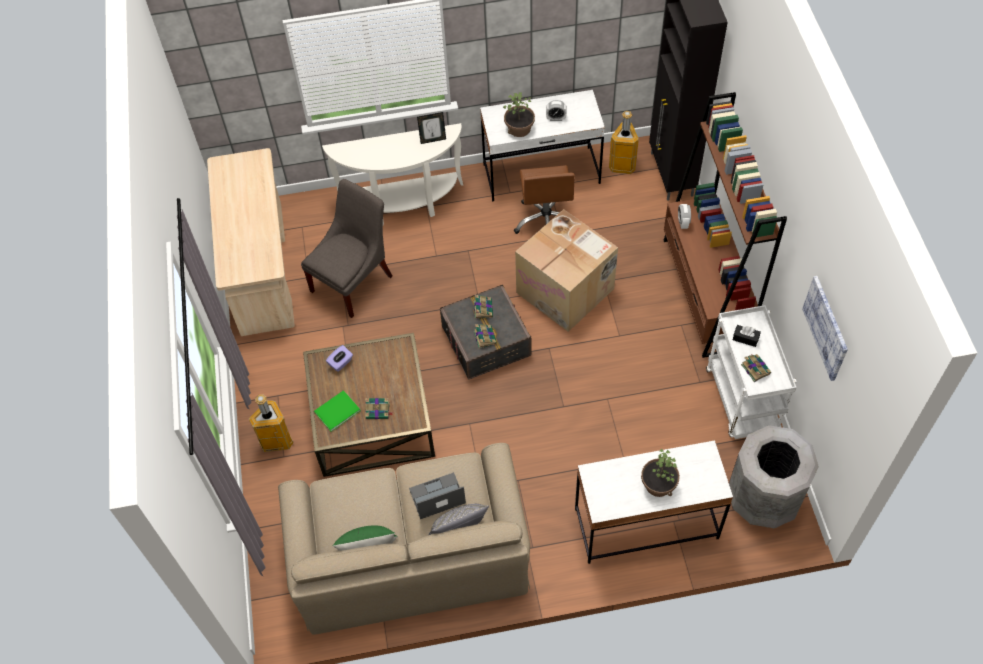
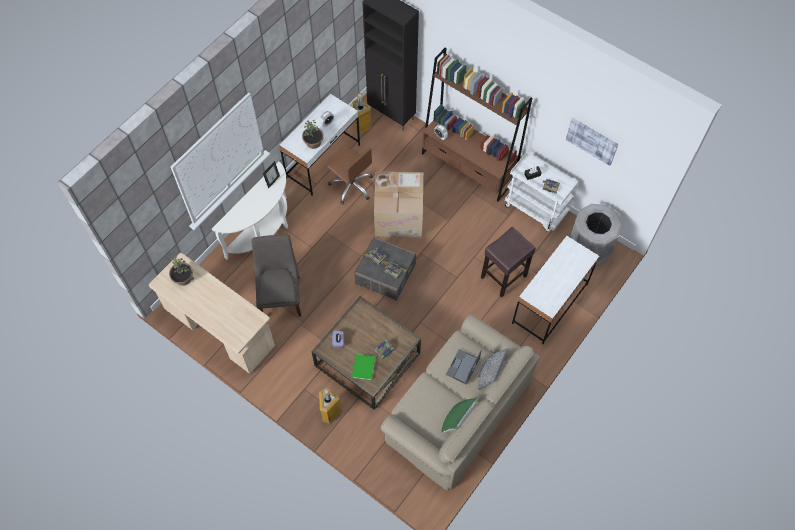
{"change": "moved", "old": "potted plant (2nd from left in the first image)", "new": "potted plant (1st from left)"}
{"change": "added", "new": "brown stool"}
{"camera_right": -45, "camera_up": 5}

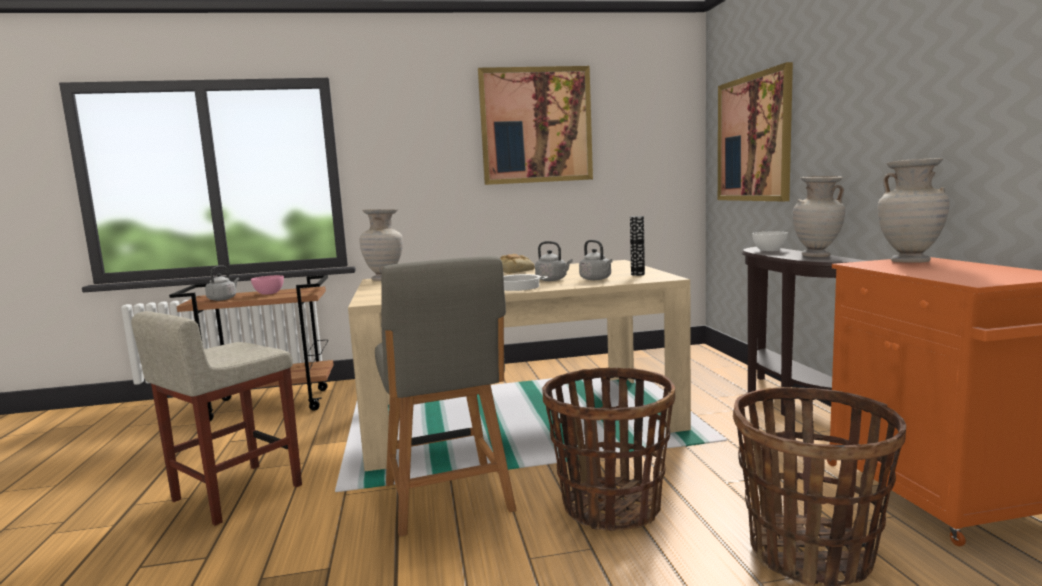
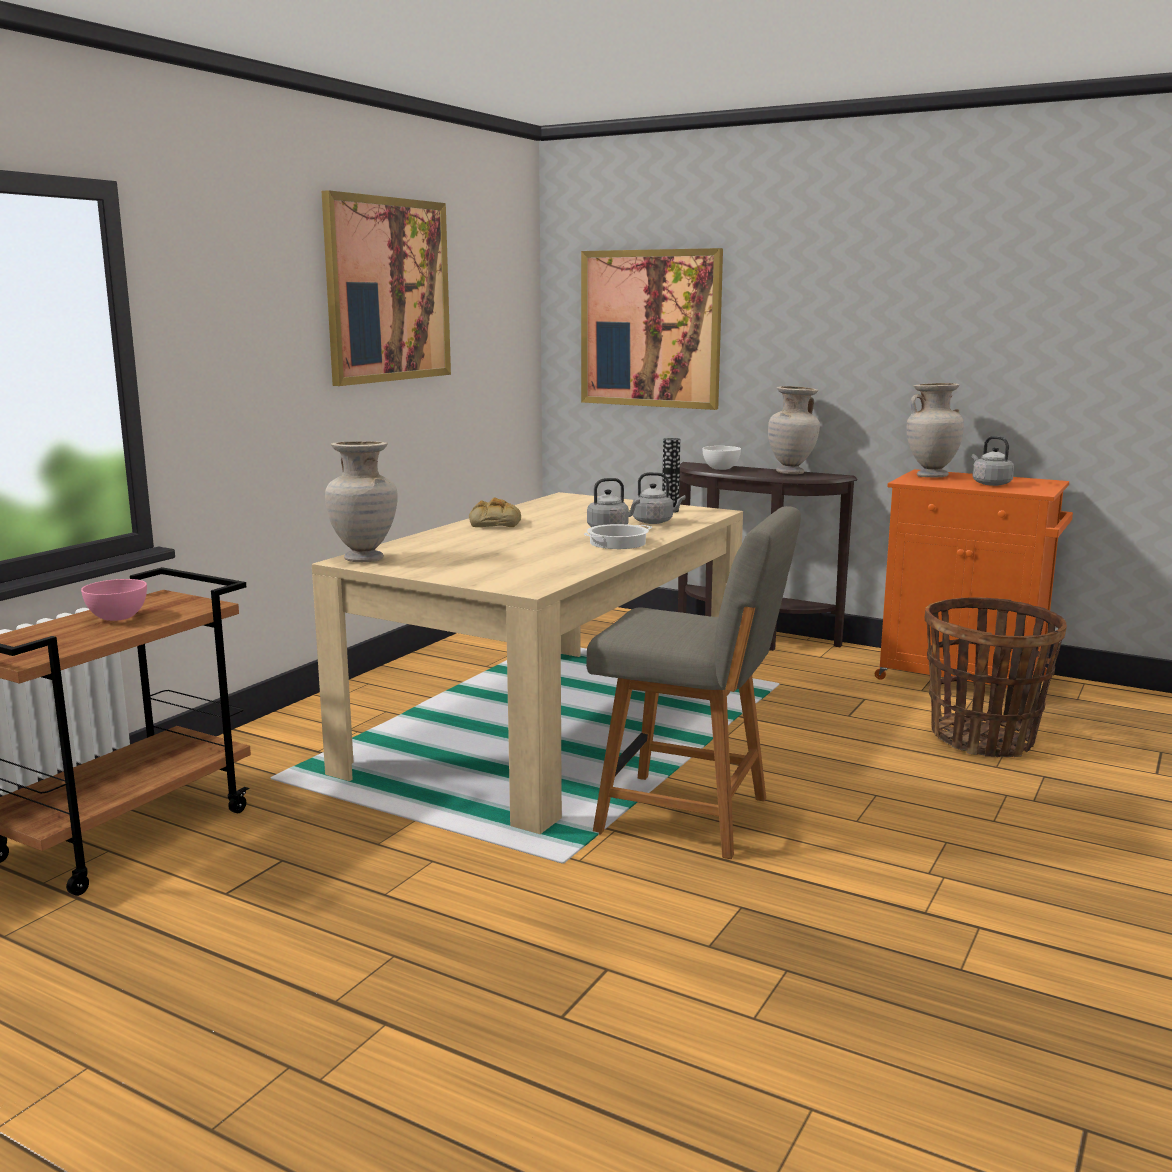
{"change": "moved", "old": "grey kettle (1st from left in the first image)", "new": "grey kettle (3rd from left)"}
{"change": "removed", "old": "beige stool"}
{"change": "removed", "old": "basket (1st from left)"}
{"camera_right": -50, "camera_up": 5}

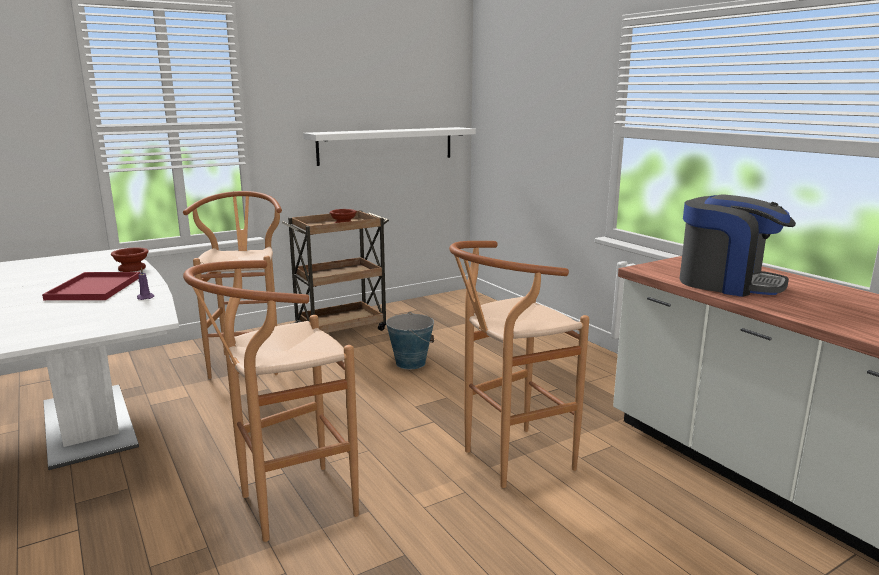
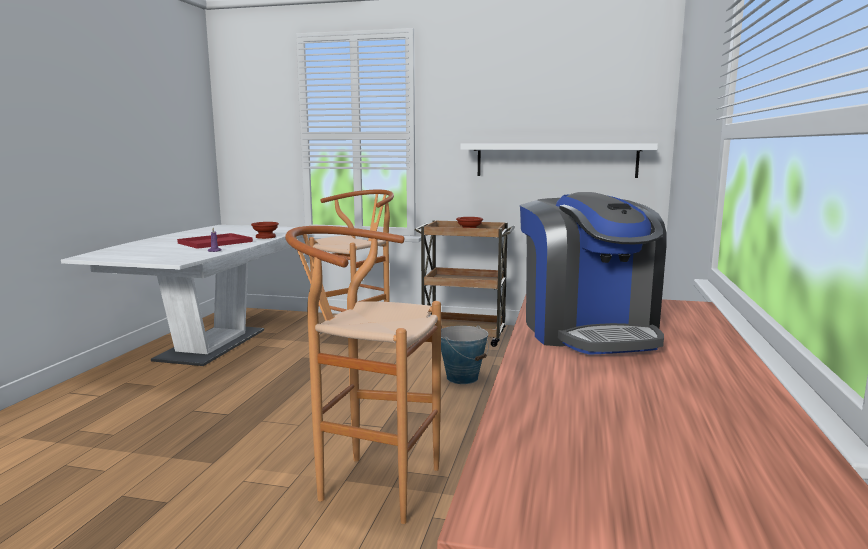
{"change": "removed", "old": "brown stool (2nd from left)"}
{"camera_right": 45, "camera_up": -5}

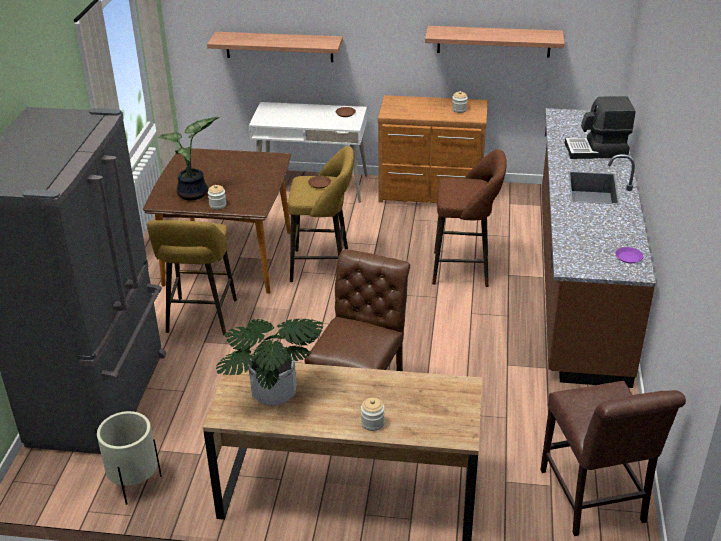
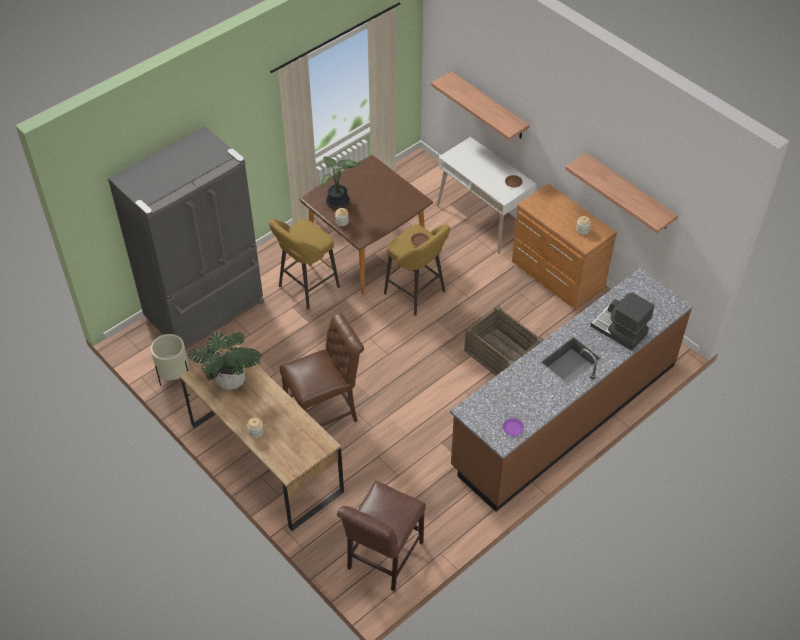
{"change": "replaced", "old": "brown stool", "new": "crate"}
{"camera_right": 40, "camera_up": 15}

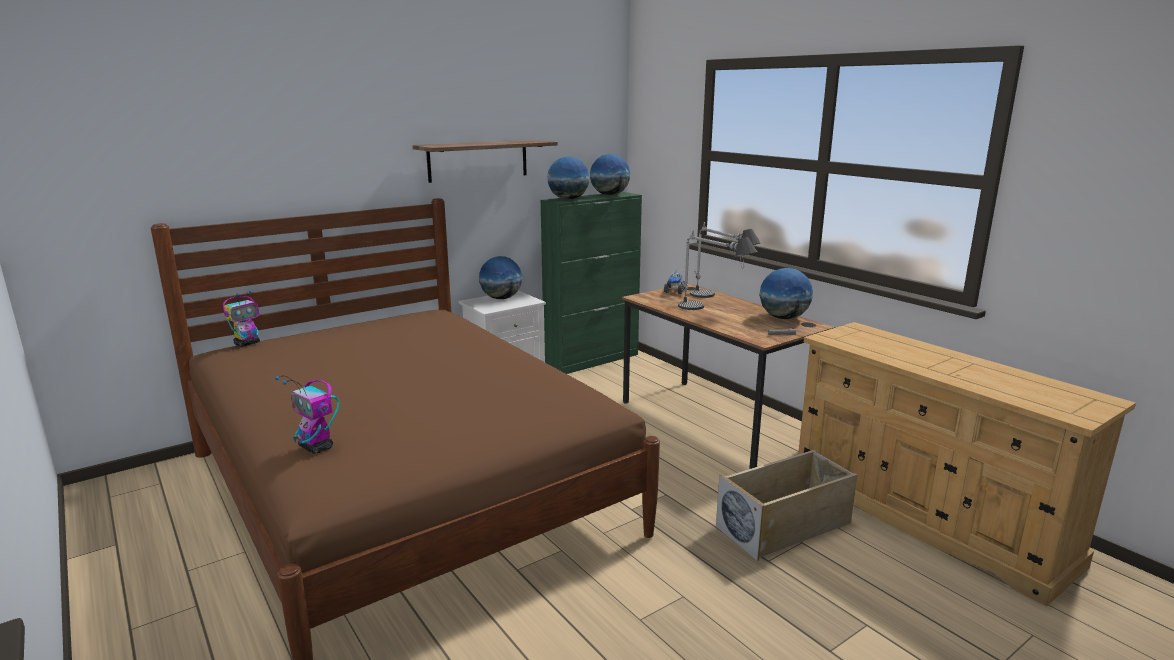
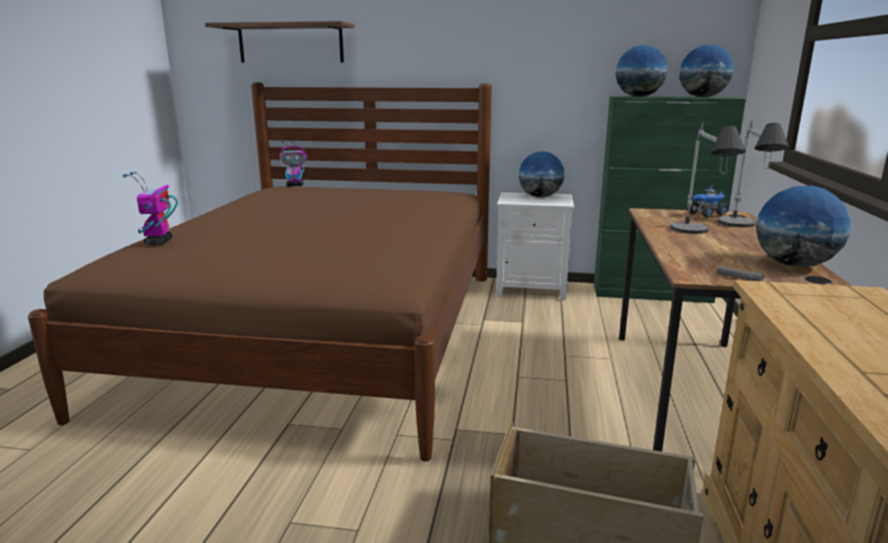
{"change": "moved", "old": "shelf"}
{"camera_right": 45, "camera_up": 0}

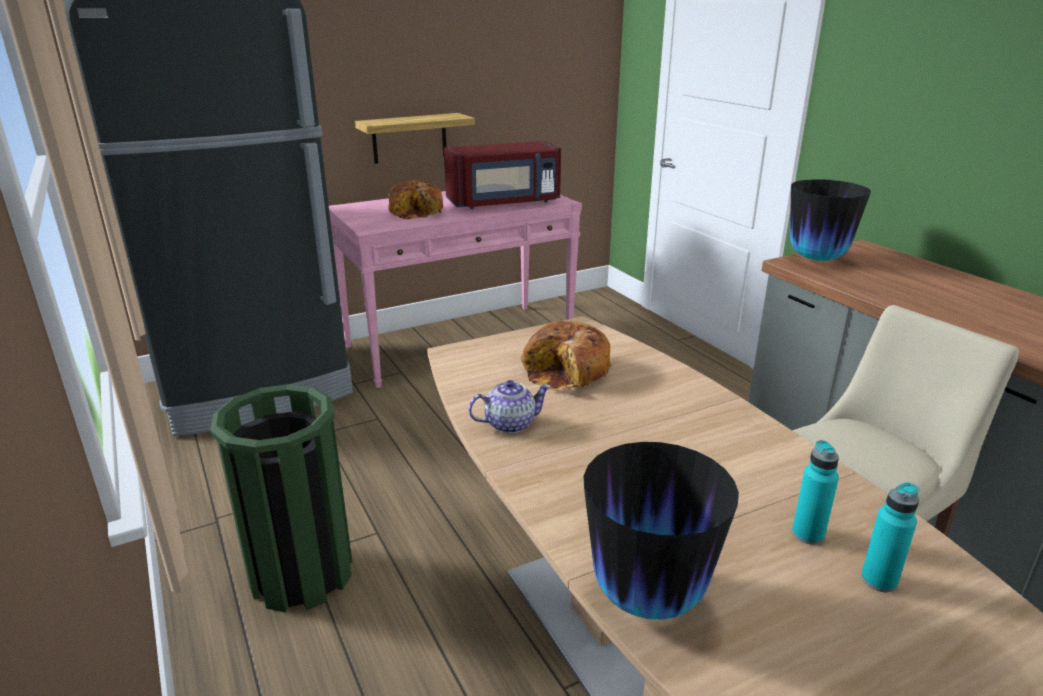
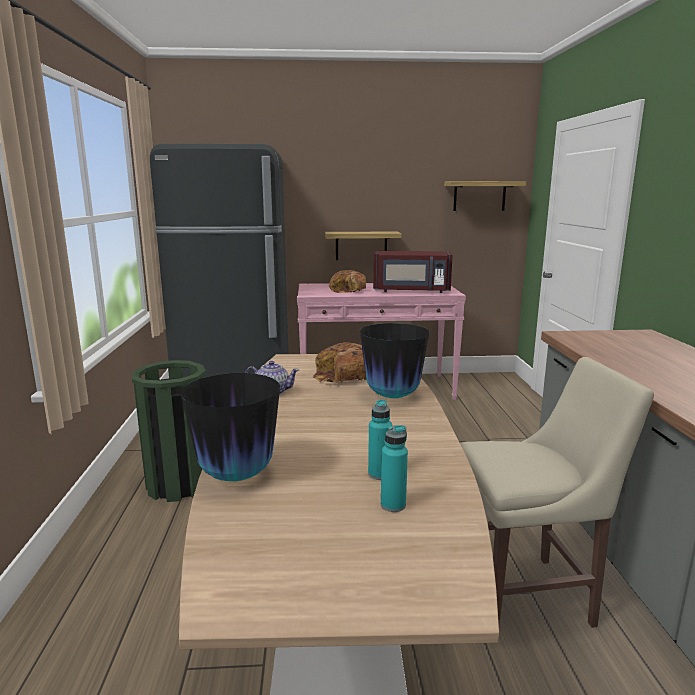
{"change": "moved", "old": "vase (2nd from left)"}
{"change": "added", "new": "shelf (2nd from left)"}
{"camera_right": 25, "camera_up": -10}

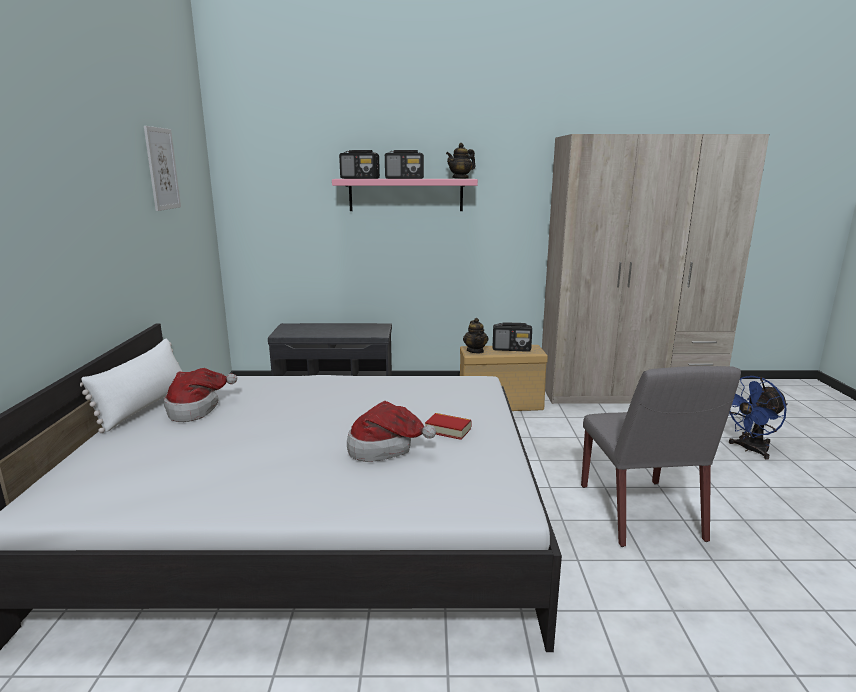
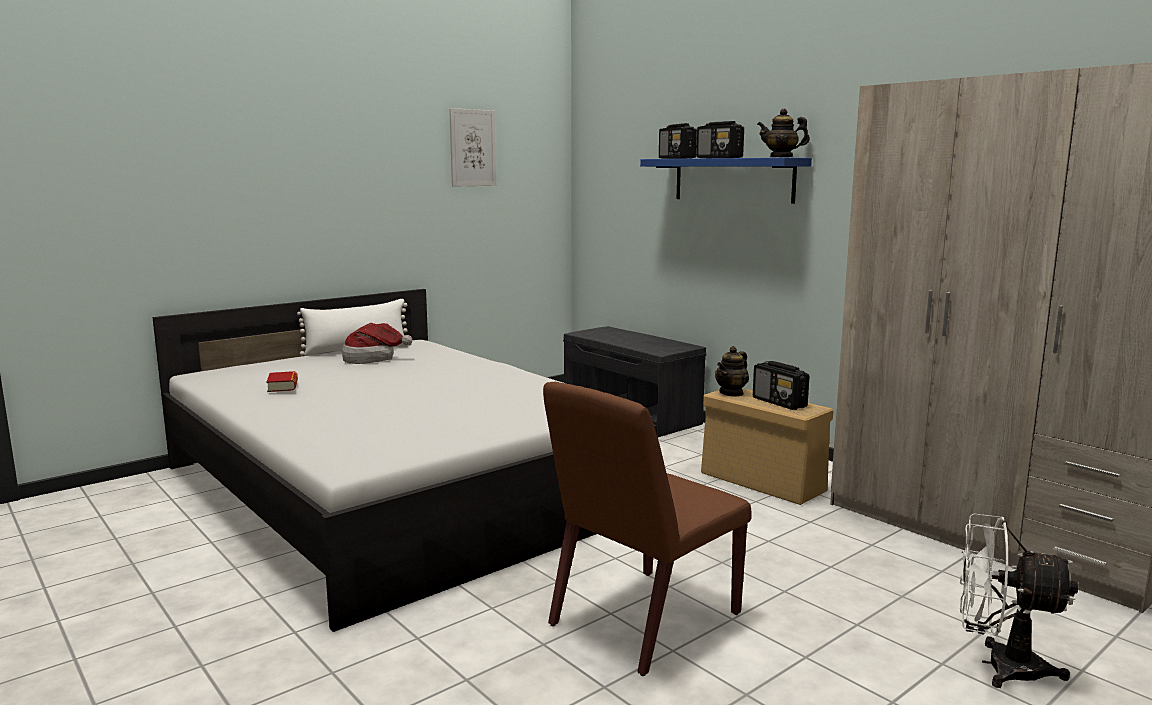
{"change": "moved", "old": "book"}
{"change": "recoloured", "old": "grey chair", "new": "brown chair"}
{"change": "recoloured", "old": "pink shelf", "new": "blue shelf"}
{"change": "recoloured", "old": "blue fan", "new": "white fan"}
{"change": "removed", "old": "hat (2nd from left)"}
{"camera_right": 50, "camera_up": -5}

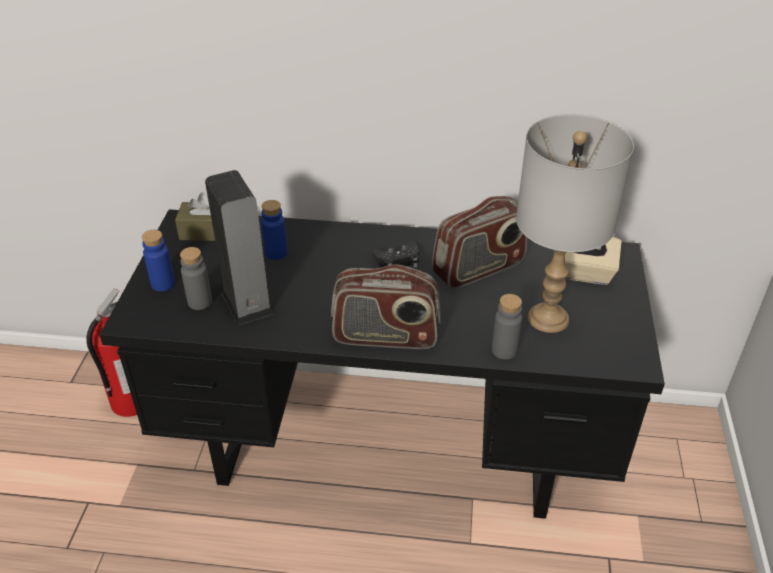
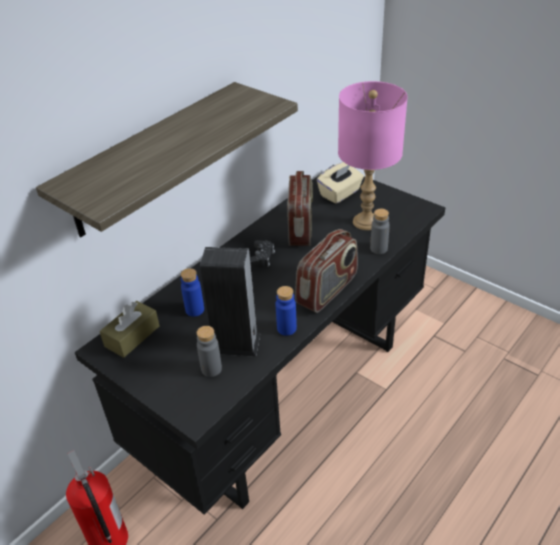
{"change": "added", "new": "shelf"}
{"change": "moved", "old": "blue bottle (1st from left in the first image)", "new": "blue bottle (2nd from left)"}
{"change": "recoloured", "old": "grey table lamp", "new": "pink table lamp"}
{"camera_right": -55, "camera_up": 0}

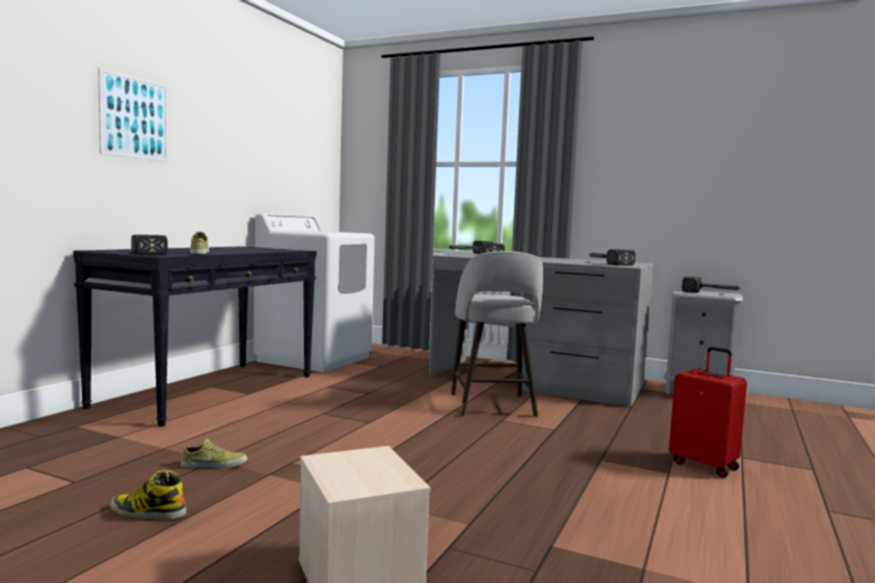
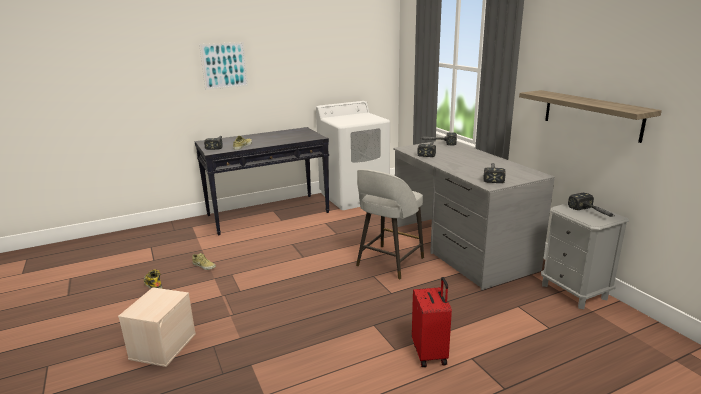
{"change": "added", "new": "shelf"}
{"camera_right": 40, "camera_up": 15}

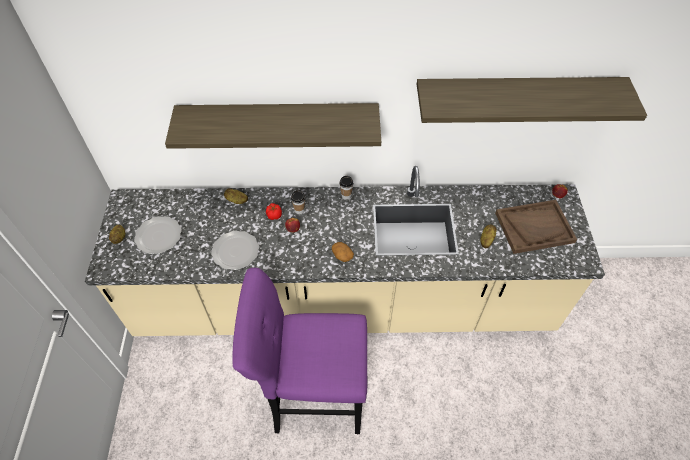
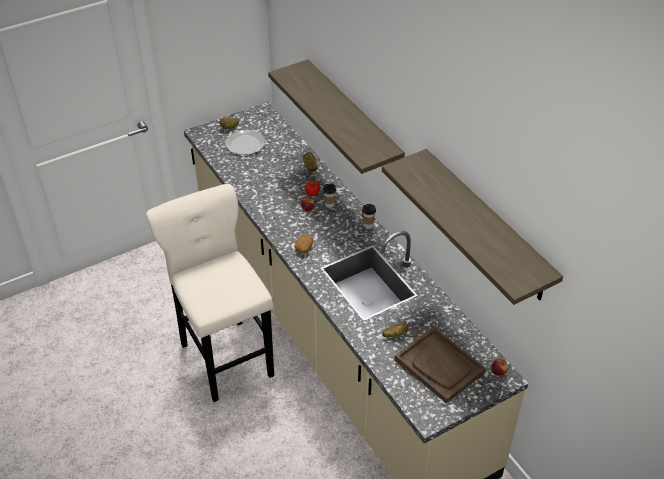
{"change": "recoloured", "old": "purple stool", "new": "beige stool"}
{"change": "removed", "old": "plate (2nd from left)"}
{"camera_right": 60, "camera_up": -10}

